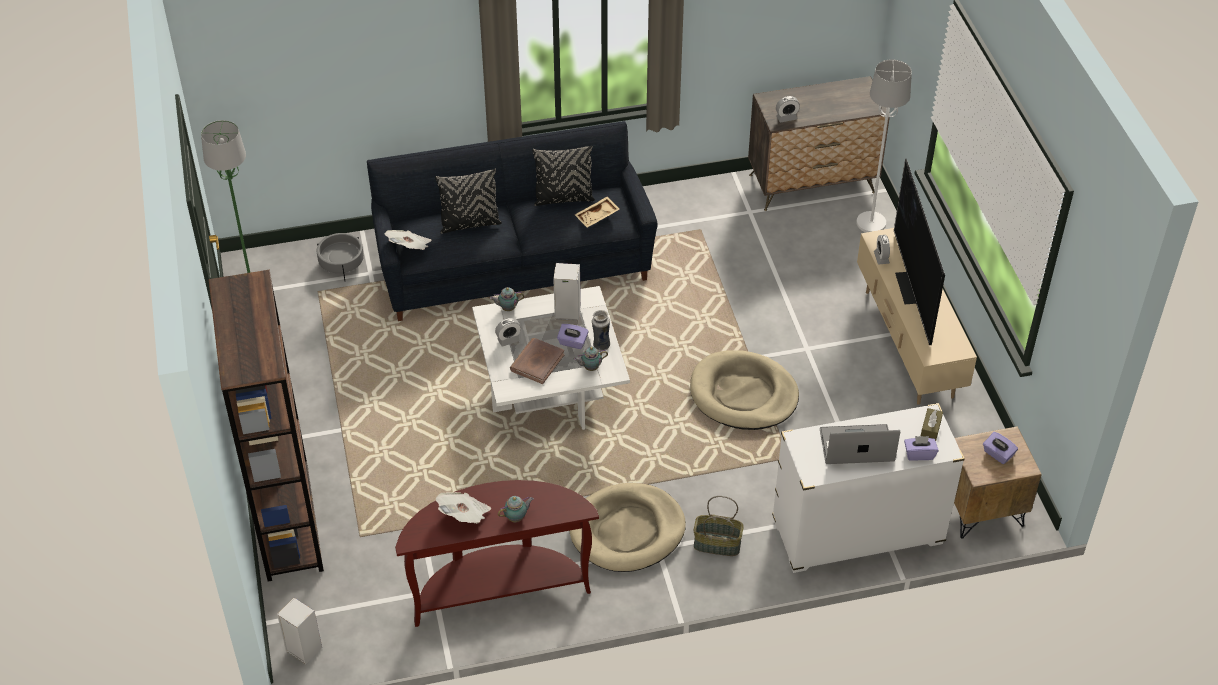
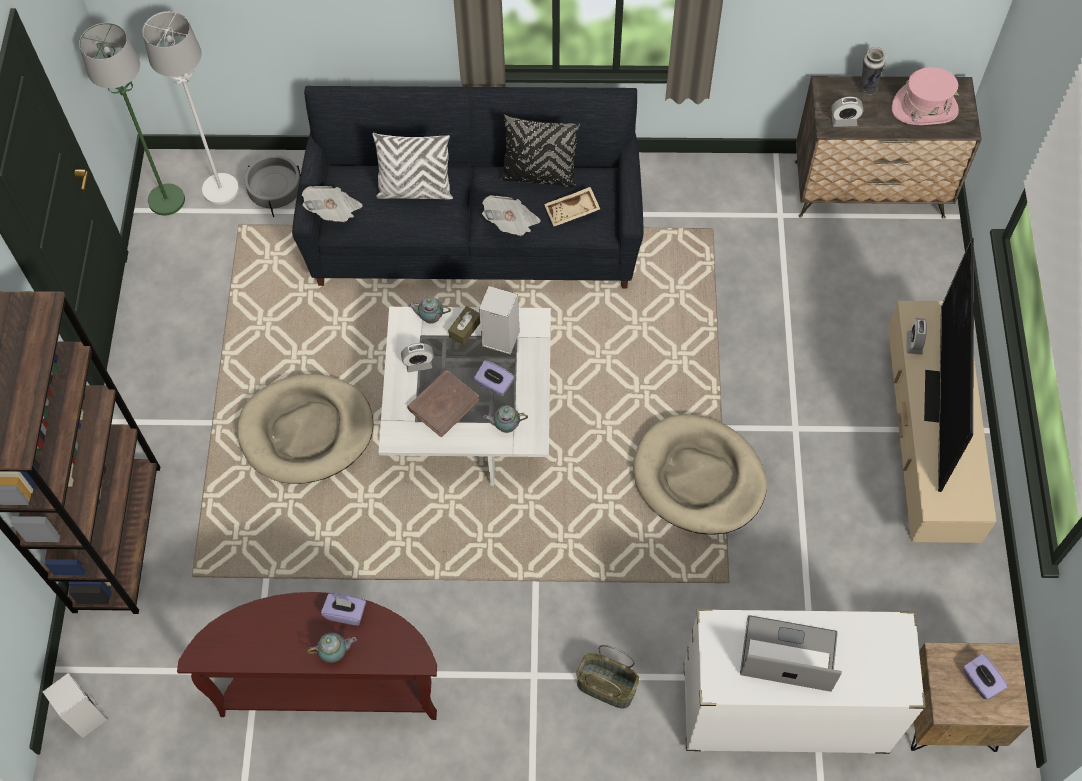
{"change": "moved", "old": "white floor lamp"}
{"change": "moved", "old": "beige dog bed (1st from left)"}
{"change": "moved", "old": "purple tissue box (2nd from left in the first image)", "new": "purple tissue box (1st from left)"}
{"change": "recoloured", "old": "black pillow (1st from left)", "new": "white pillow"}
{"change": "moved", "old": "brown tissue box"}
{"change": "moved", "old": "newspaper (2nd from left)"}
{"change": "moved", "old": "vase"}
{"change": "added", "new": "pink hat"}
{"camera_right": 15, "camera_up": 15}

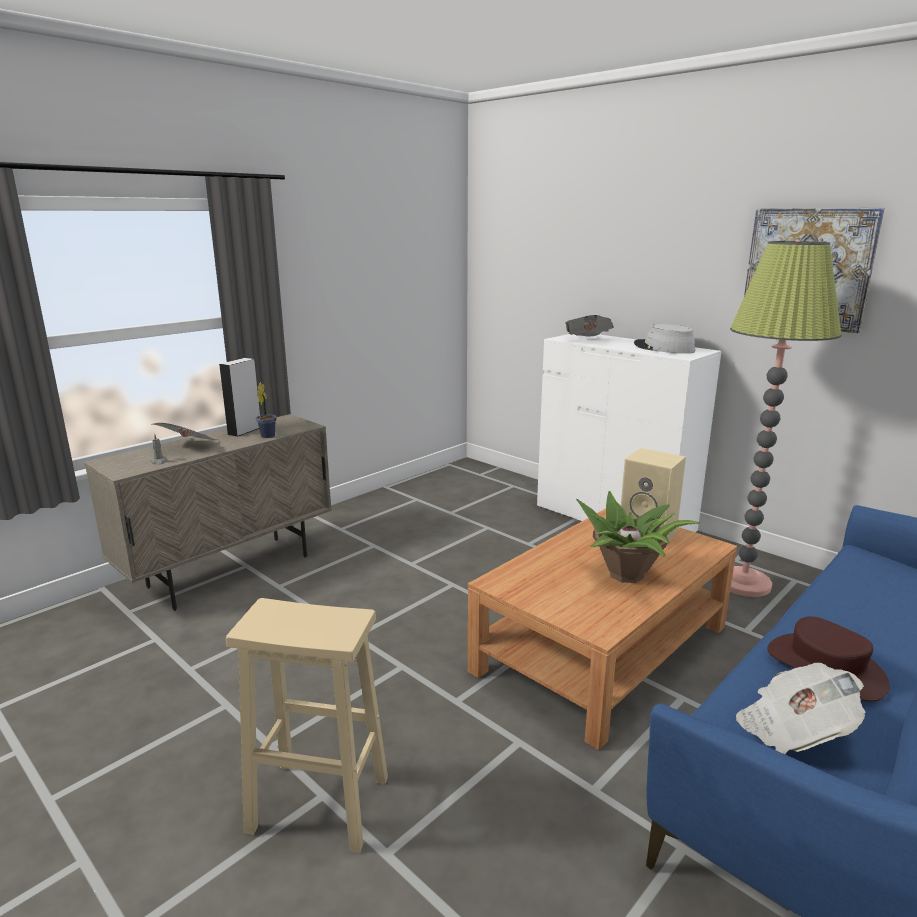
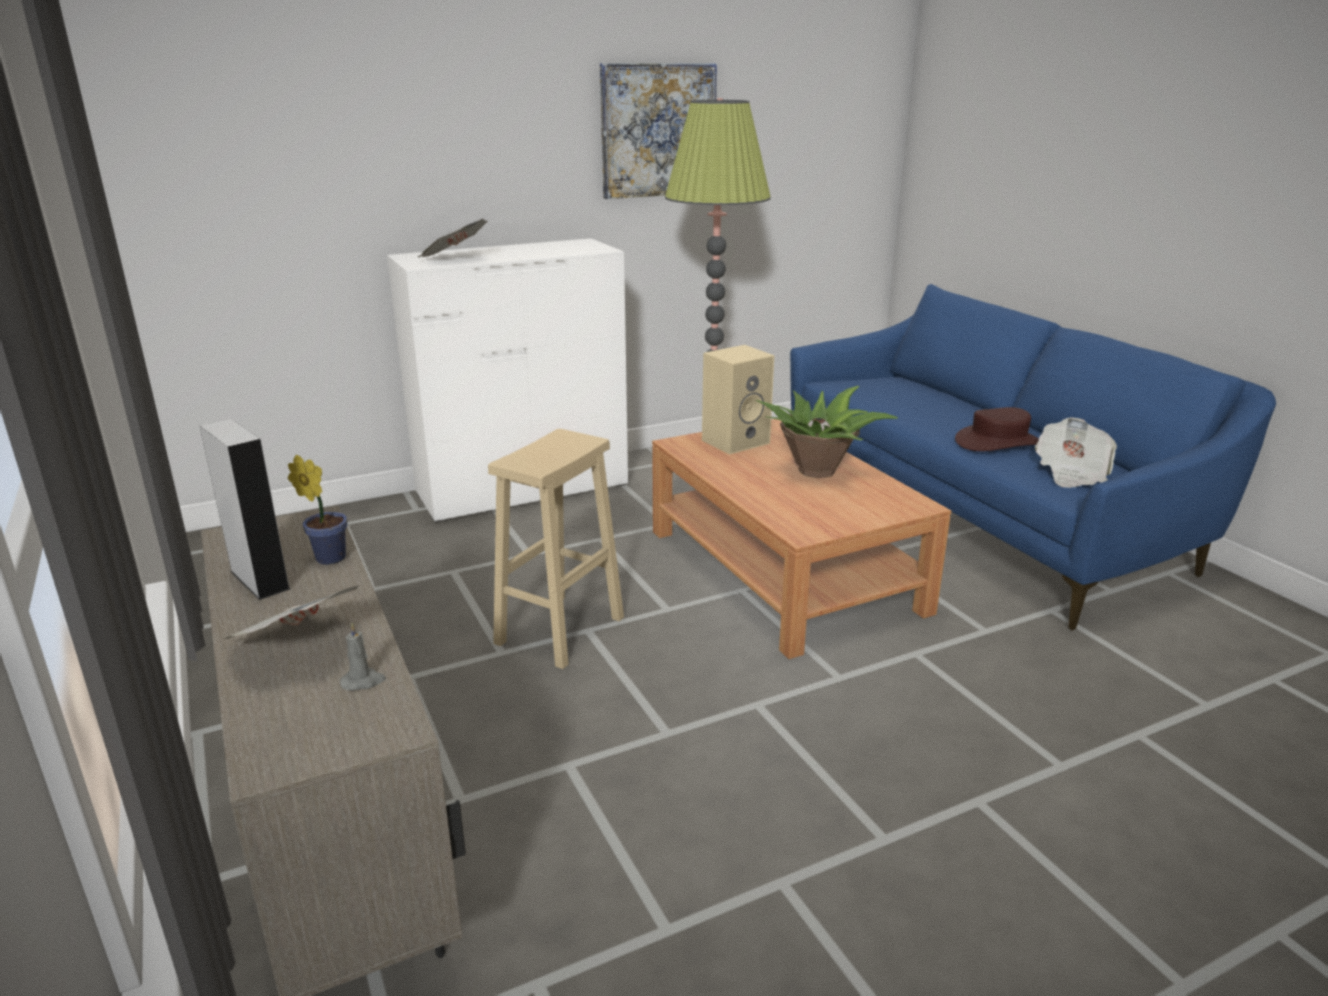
{"change": "moved", "old": "beige stool"}
{"change": "removed", "old": "grey hat"}
{"camera_right": -70, "camera_up": 5}

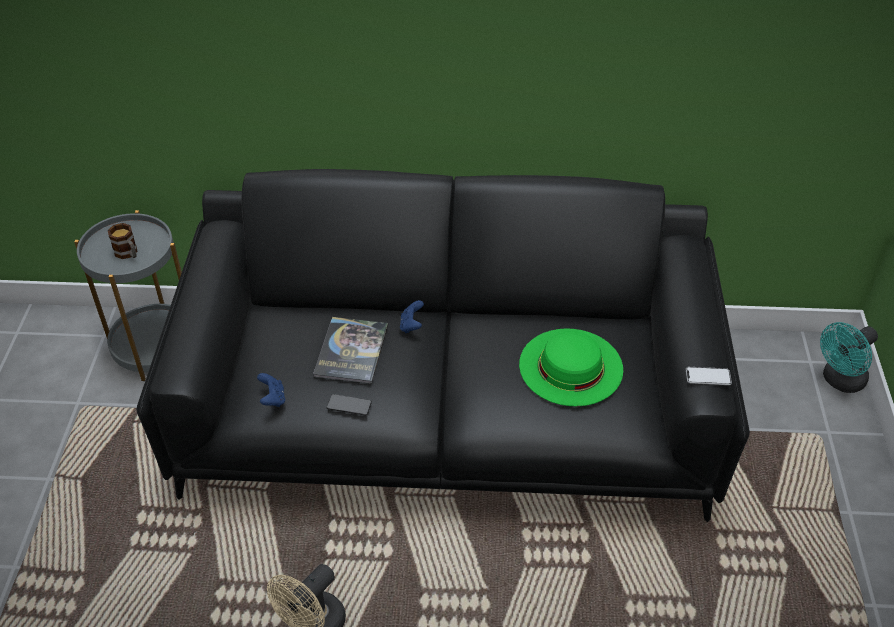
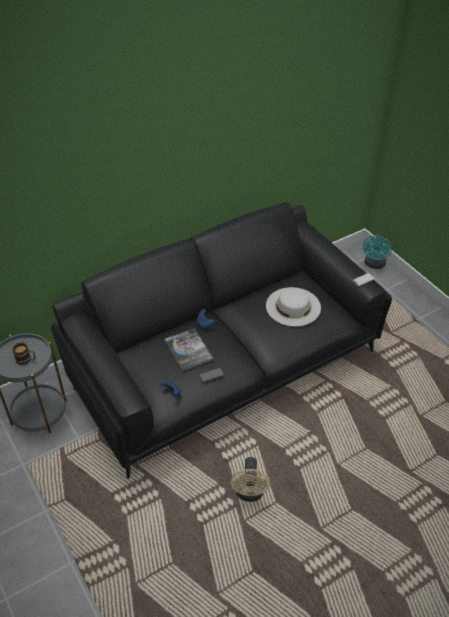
{"change": "recoloured", "old": "green hat", "new": "white hat"}
{"camera_right": -35, "camera_up": 0}

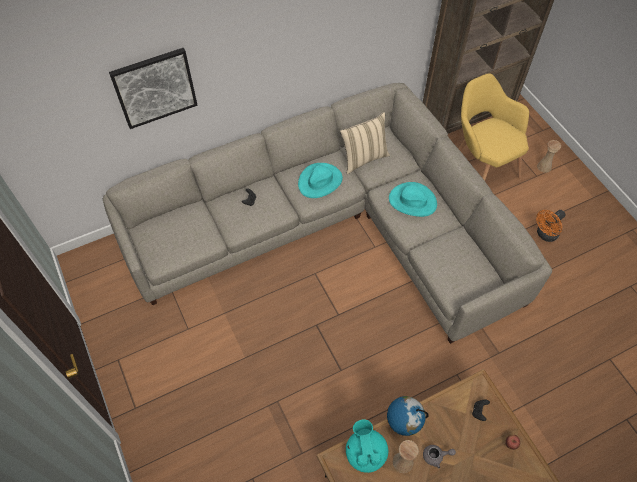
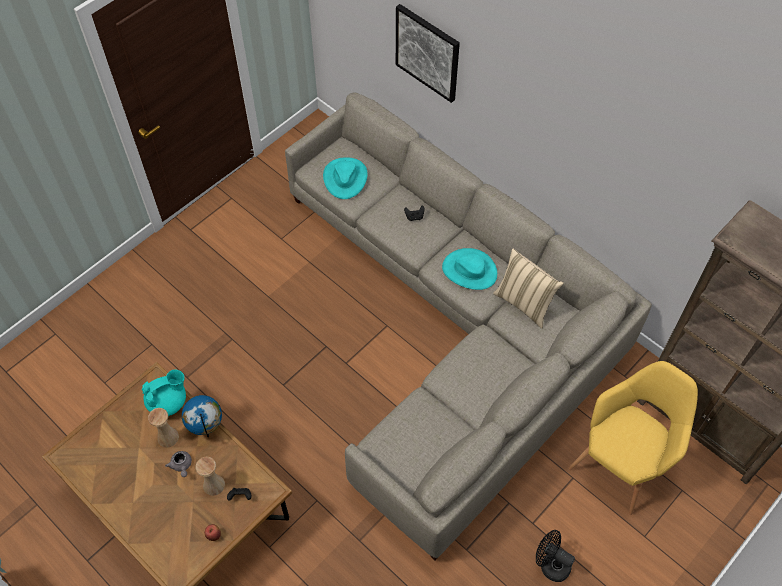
{"change": "moved", "old": "beige vase (2nd from left)"}
{"change": "moved", "old": "turquoise hat (2nd from left in the first image)", "new": "turquoise hat (1st from left)"}
{"change": "recoloured", "old": "orange fan", "new": "black fan"}
{"camera_right": 70, "camera_up": 0}

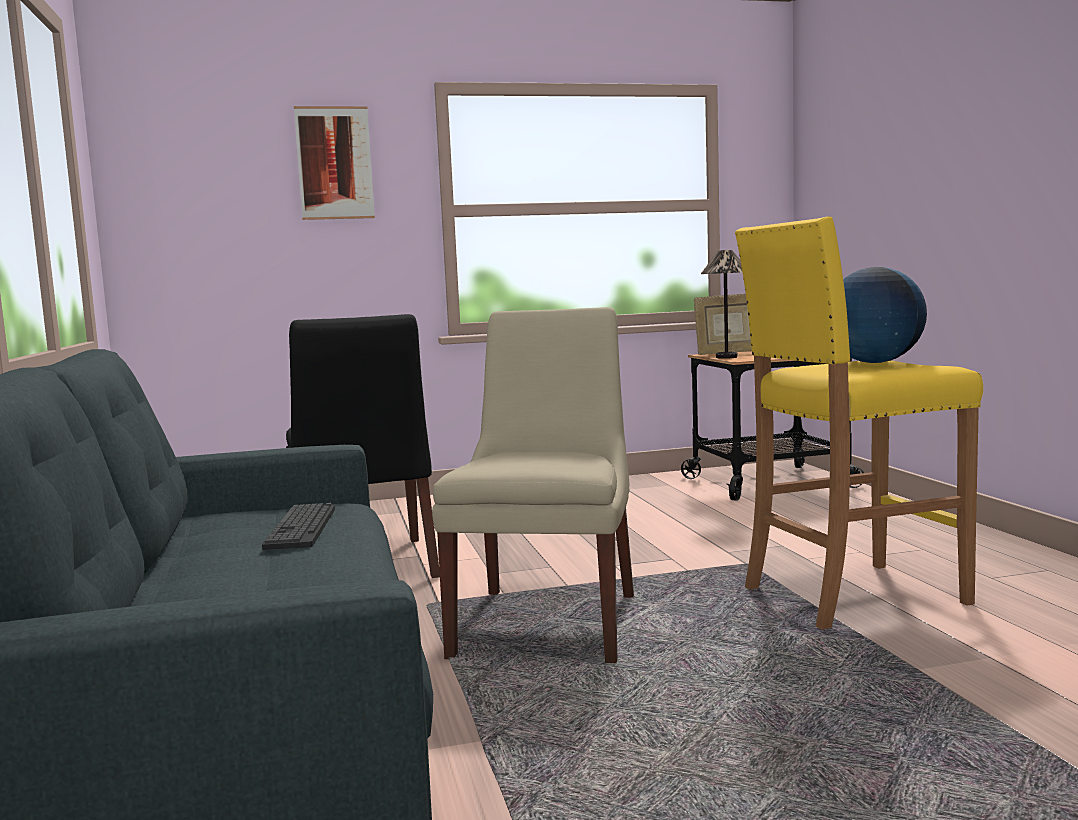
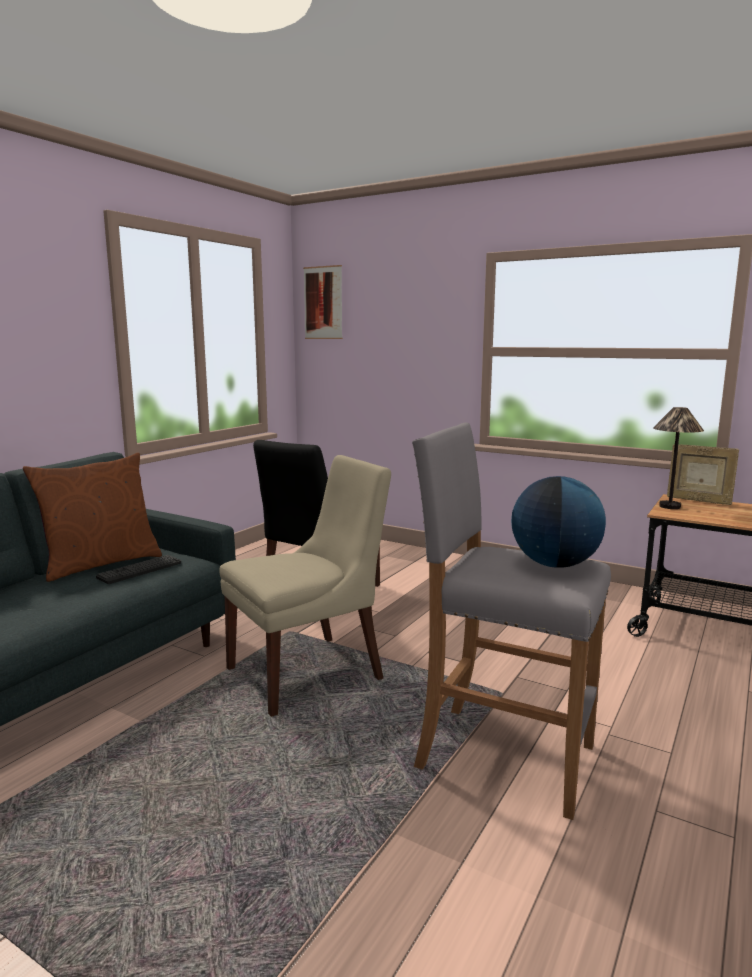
{"change": "added", "new": "brown pillow"}
{"change": "moved", "old": "picture"}
{"change": "recoloured", "old": "yellow stool", "new": "grey stool"}
{"camera_right": 45, "camera_up": 5}

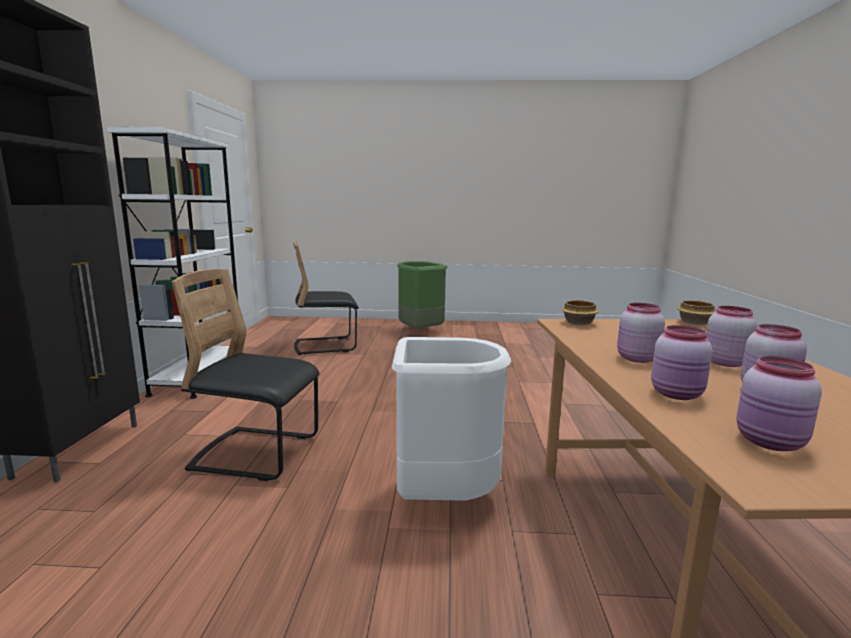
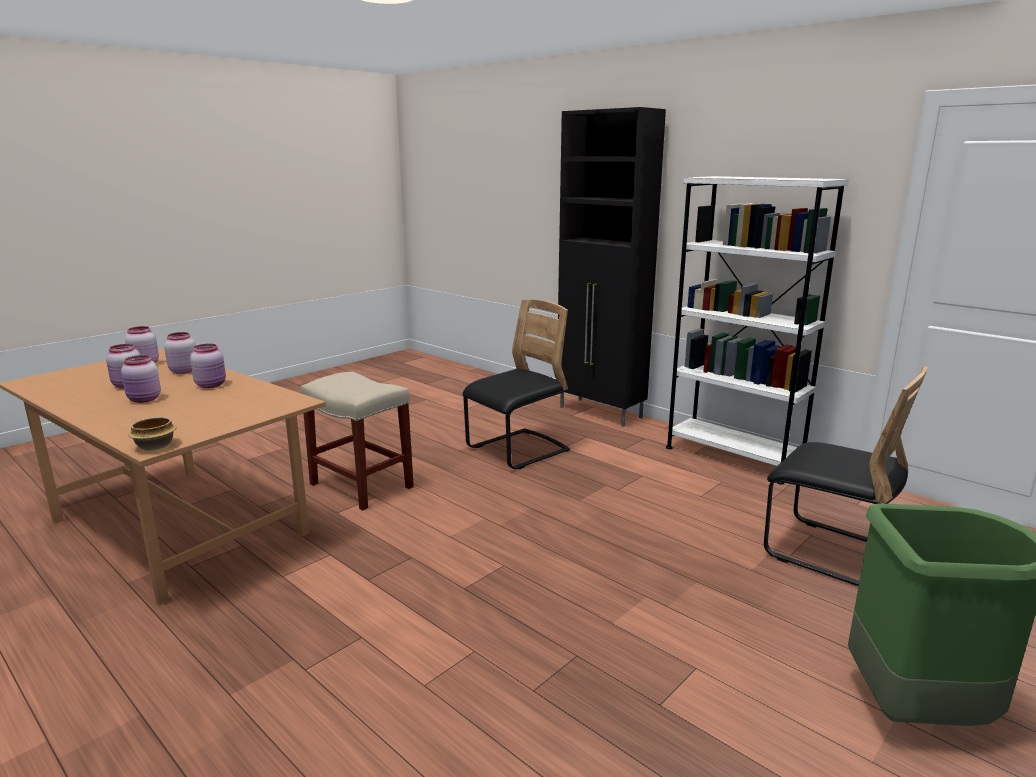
{"change": "replaced", "old": "white trash can", "new": "beige stool"}
{"change": "turned", "old": "black chair (2nd from left)", "degrees": 105}
{"change": "removed", "old": "bowl (1st from left)"}
{"camera_right": 130, "camera_up": 5}

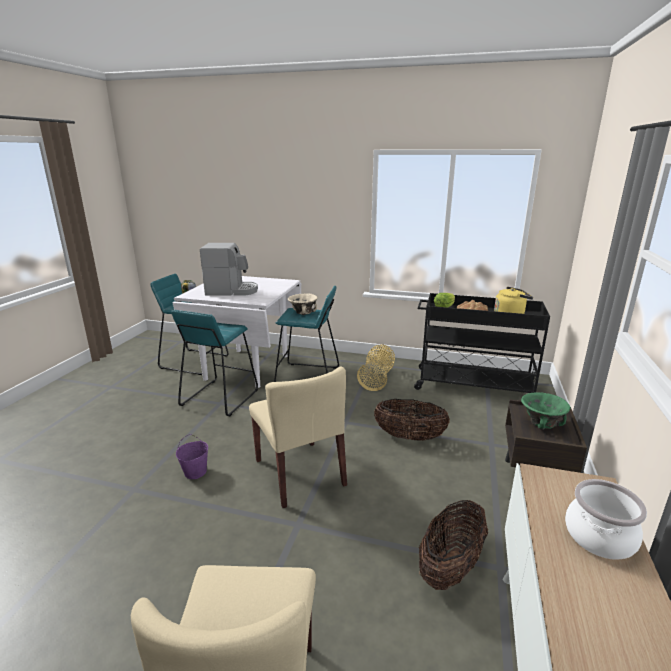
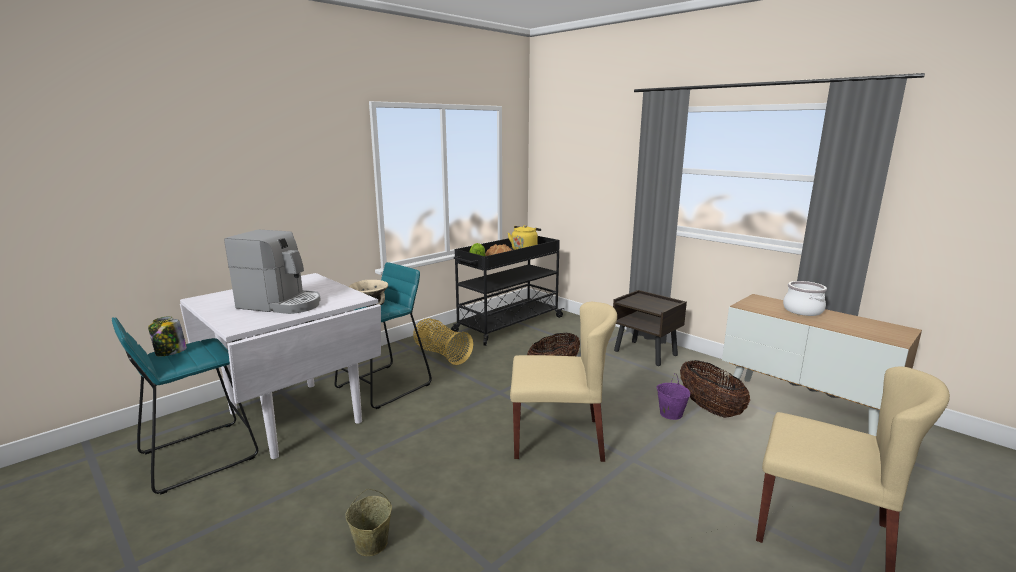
{"change": "turned", "old": "coffee machine", "degrees": 75}
{"change": "added", "new": "beige bucket"}
{"change": "moved", "old": "purple bucket"}
{"change": "removed", "old": "turquoise stool (2nd from left)"}
{"change": "removed", "old": "green bowl"}
{"camera_right": -60, "camera_up": -5}

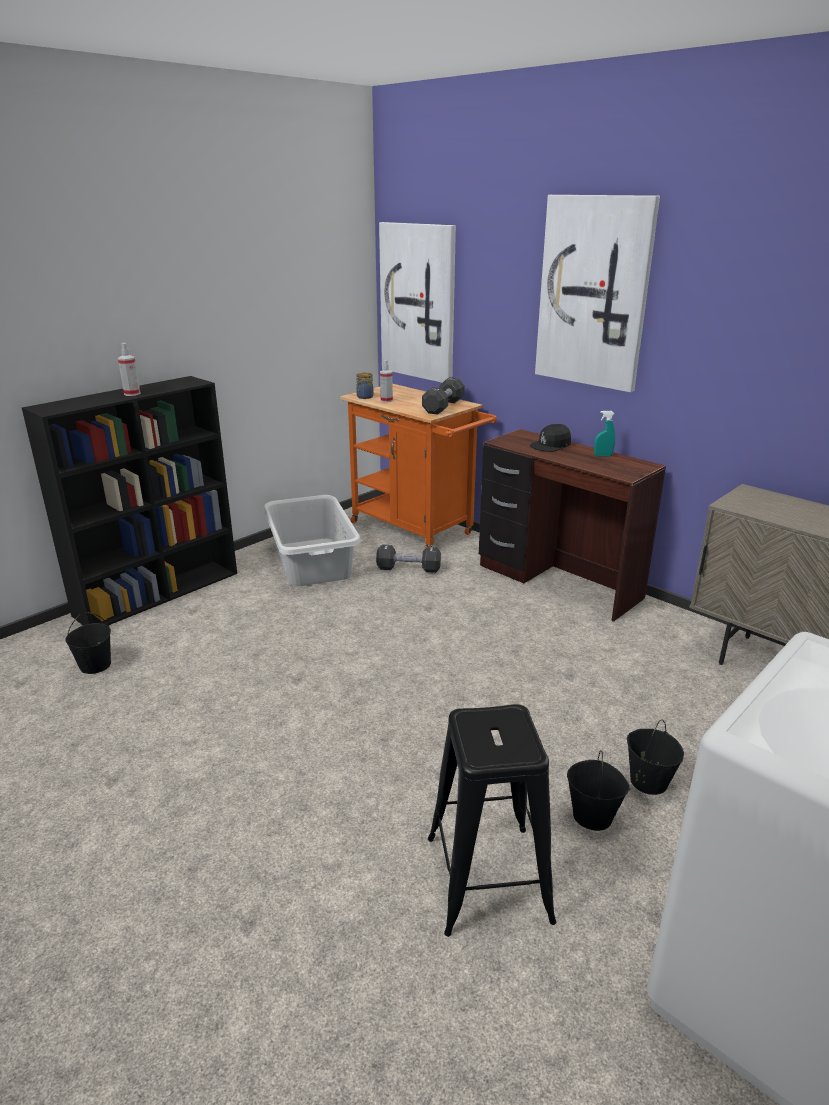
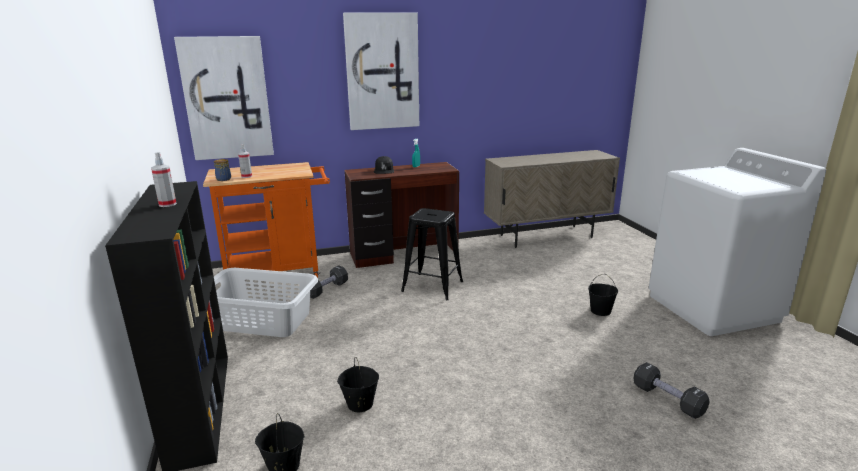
{"change": "moved", "old": "black bucket (3rd from left in the first image)", "new": "black bucket (2nd from left)"}
{"change": "moved", "old": "black stool"}
{"change": "moved", "old": "black dumbbell (2nd from left)"}
{"camera_right": -60, "camera_up": -5}

